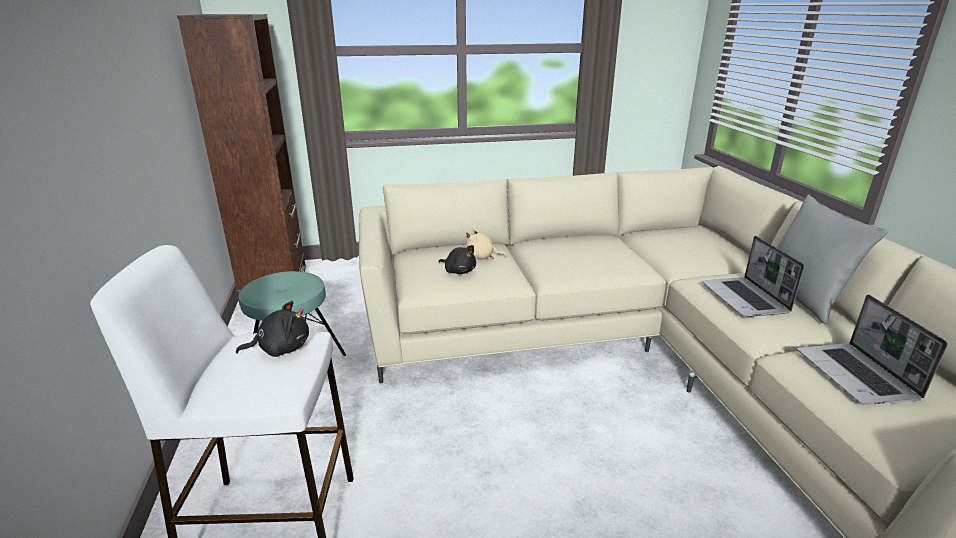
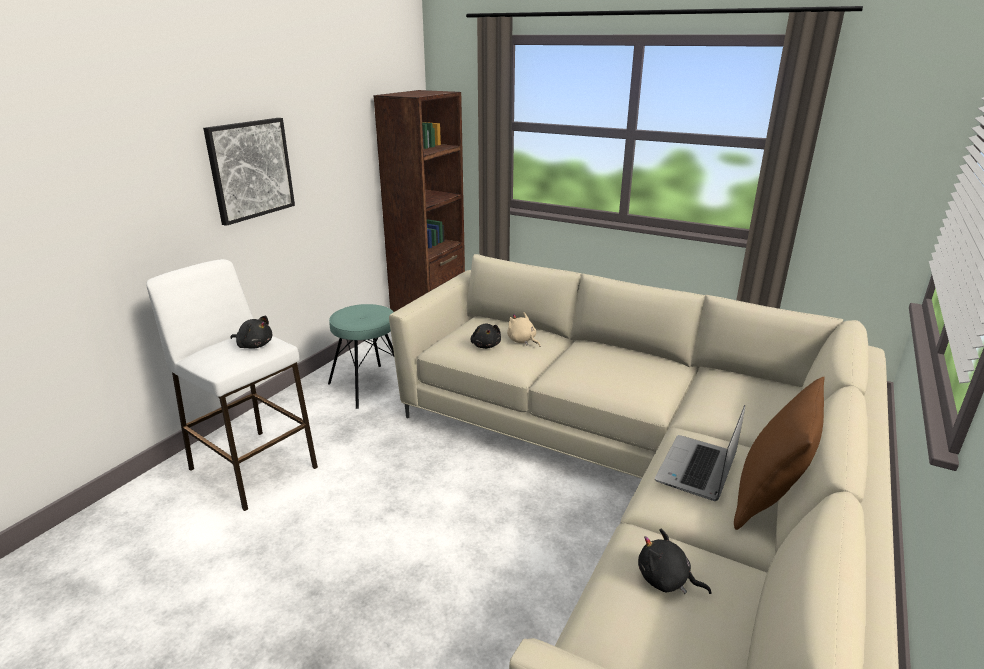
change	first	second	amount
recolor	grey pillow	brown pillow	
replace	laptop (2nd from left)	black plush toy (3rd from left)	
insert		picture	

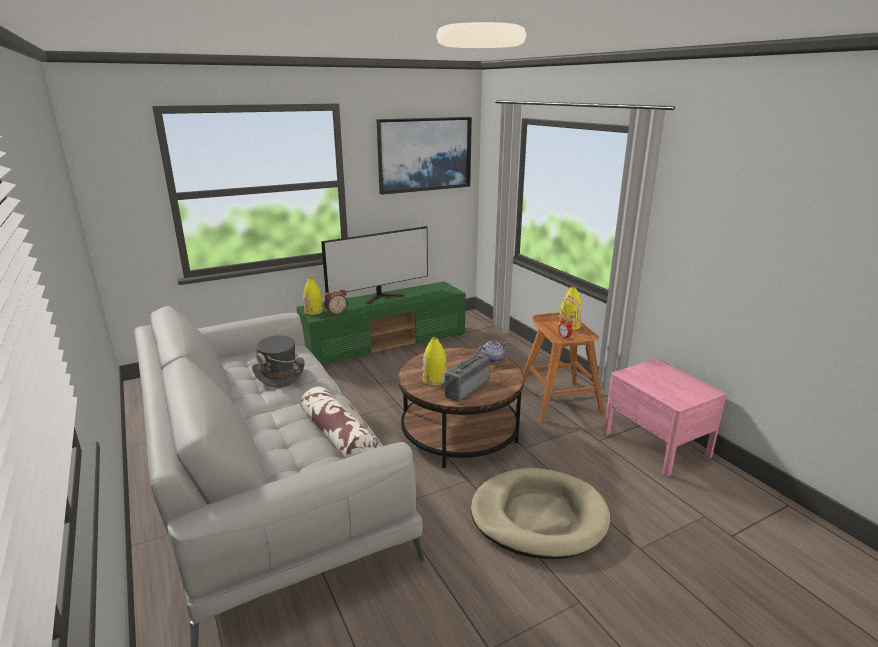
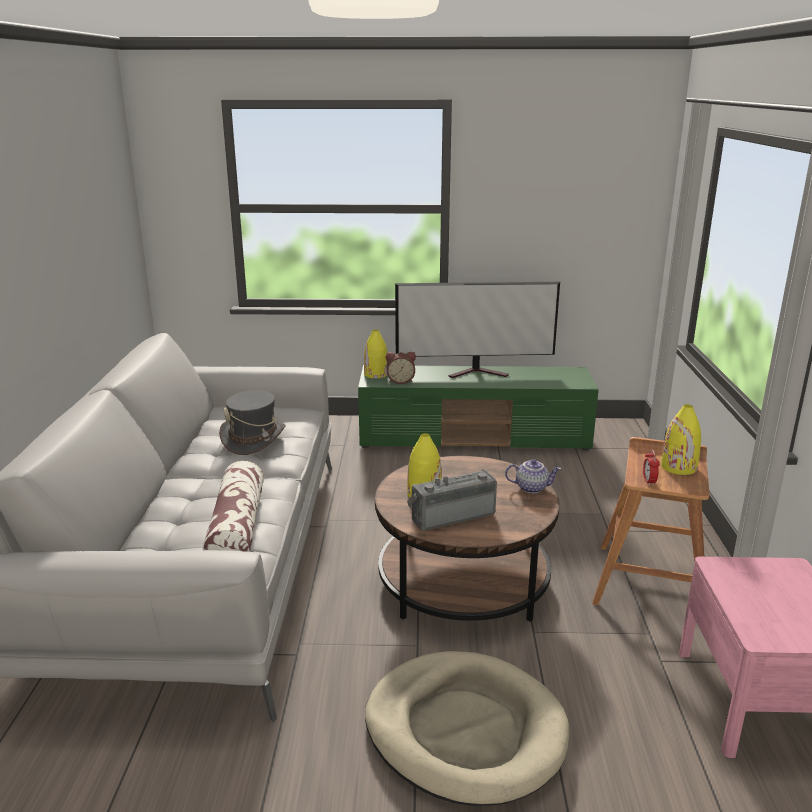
change	first	second	amount
delete	picture		

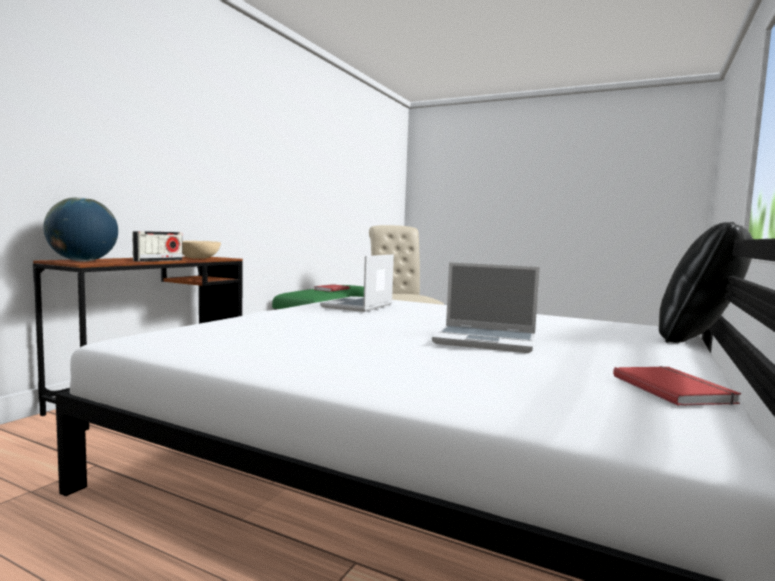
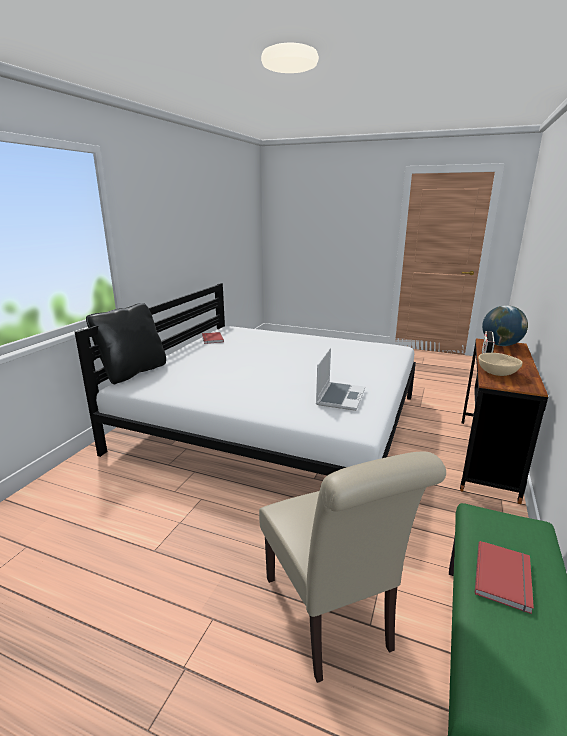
change	first	second	amount
delete	laptop (2nd from left)		

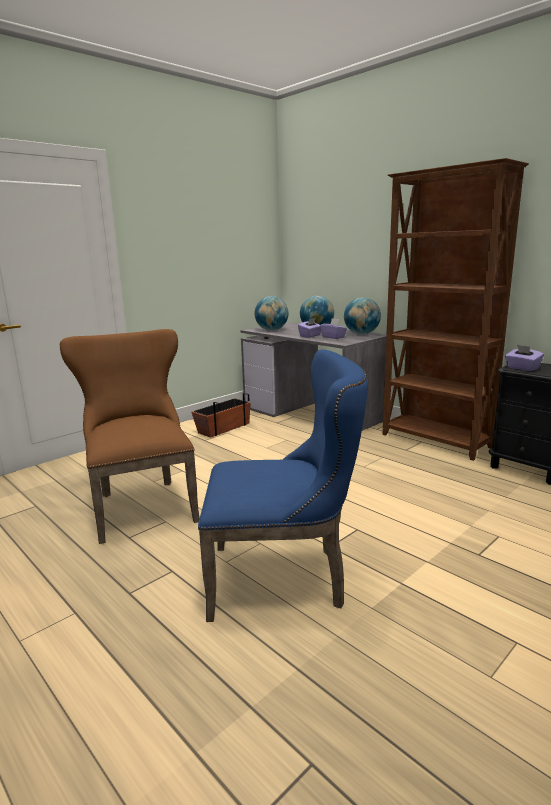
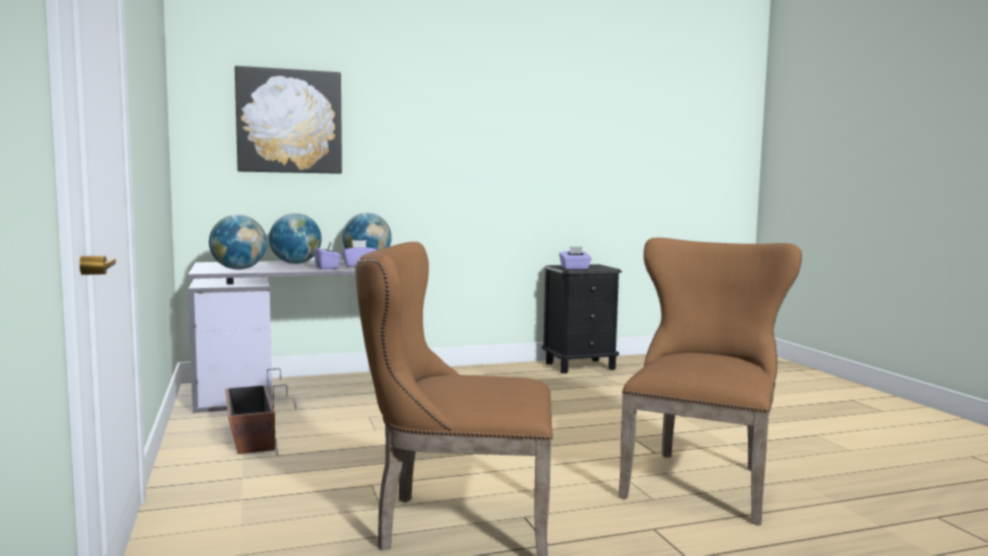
change	first	second	amount
recolor	blue chair	brown chair (2nd from left)	
delete	brown bookcase		
insert		picture	

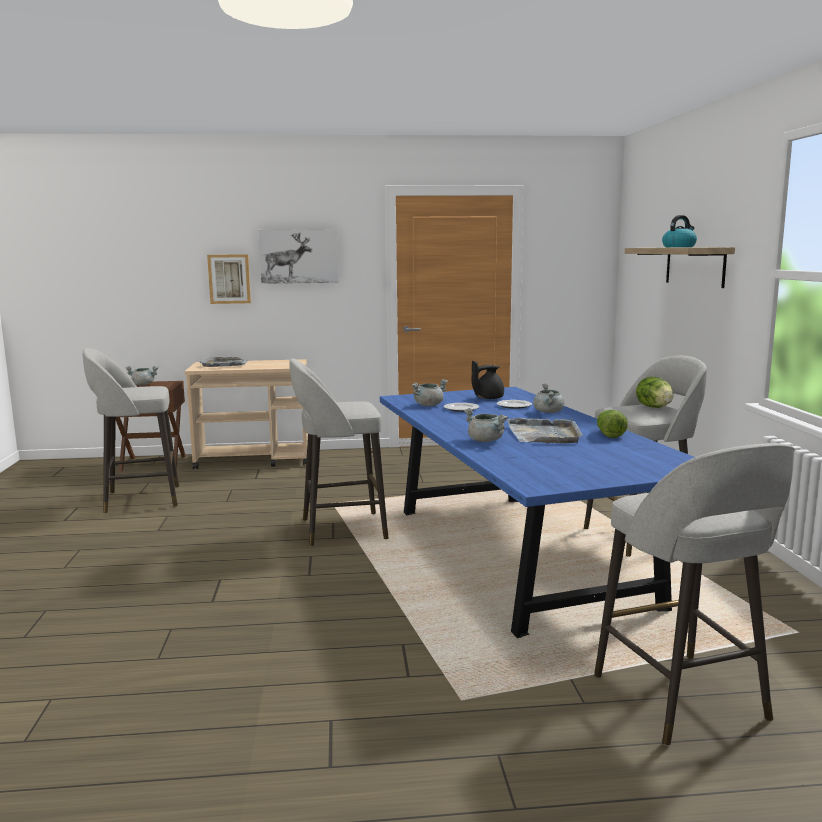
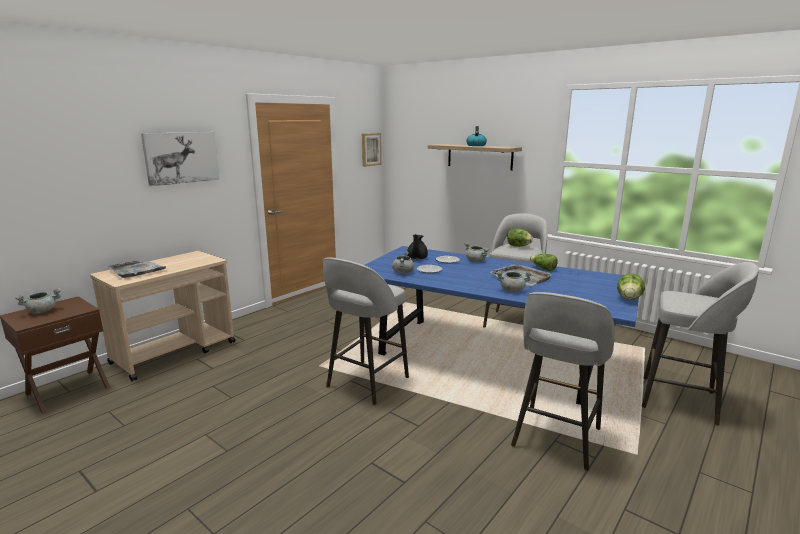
change	first	second	amount
move	grey stool (1st from left in the first image)	grey stool (3rd from left)	
move	picture (1st from left in the first image)	picture (2nd from left)	
insert		lettuce (3rd from left)	

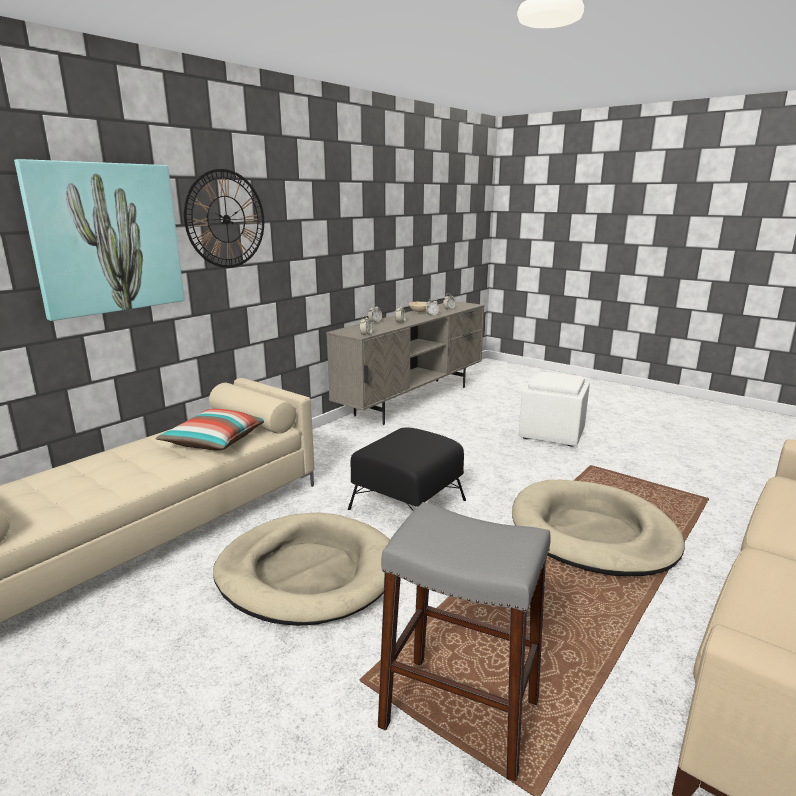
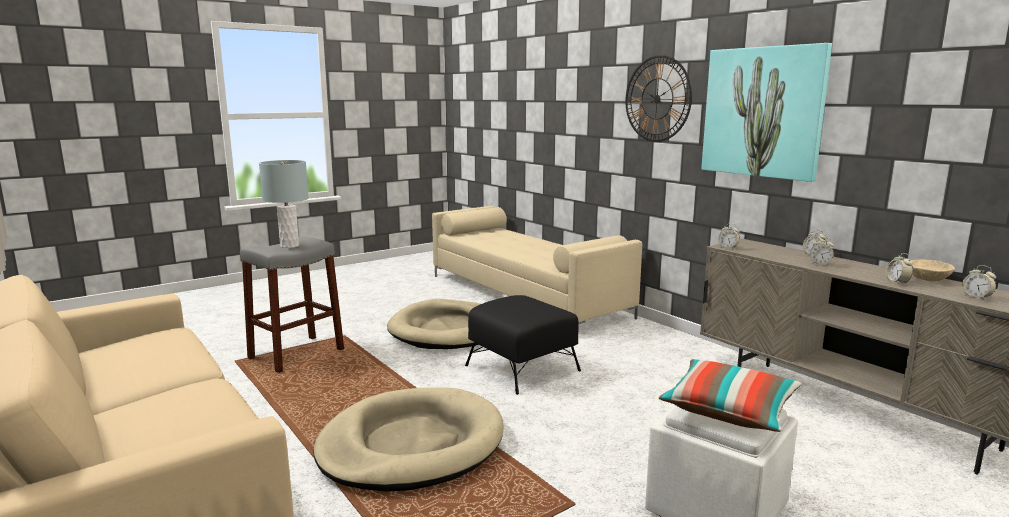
change	first	second	amount
move	picture		
move	pillow		
insert		grey table lamp	

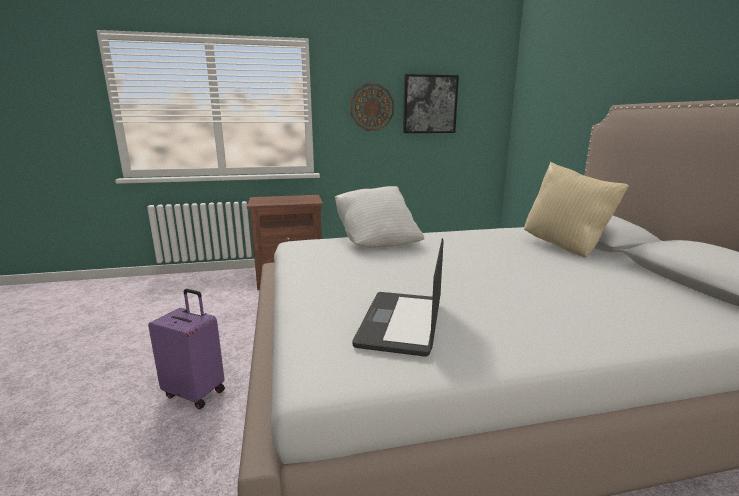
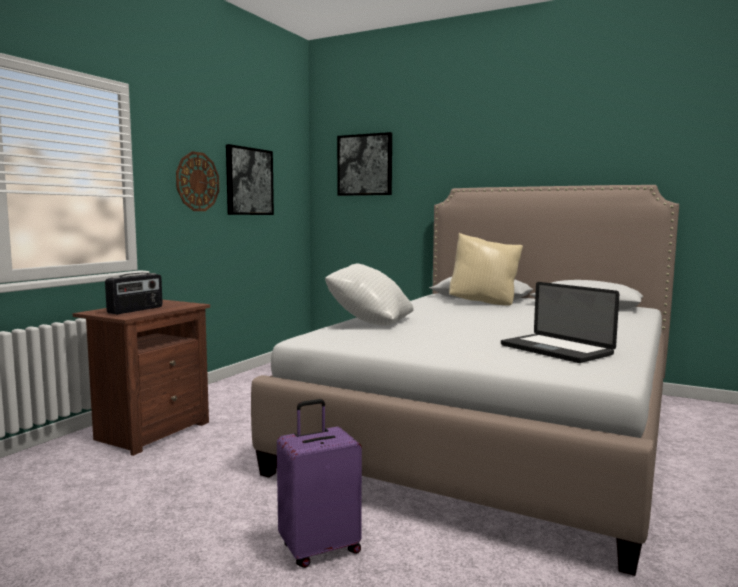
change	first	second	amount
insert		radio	
insert		picture (2nd from left)	

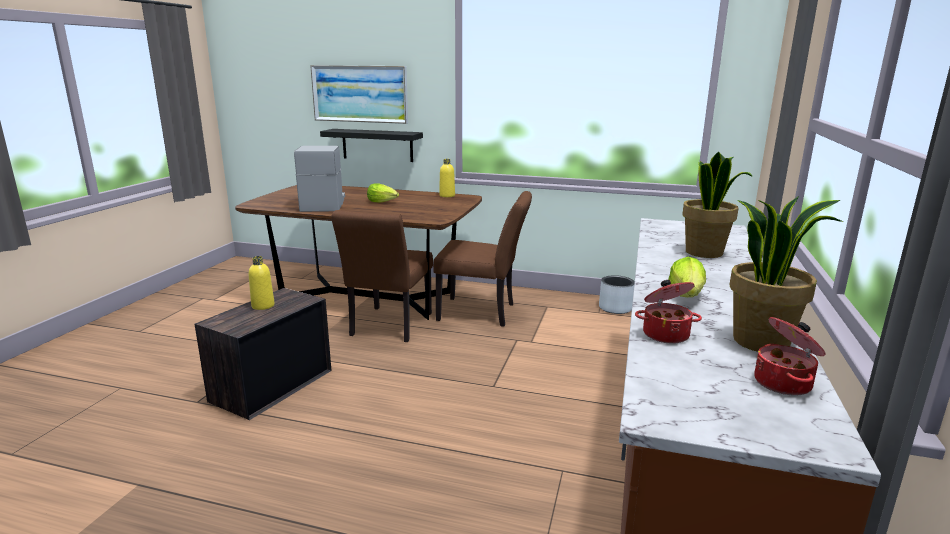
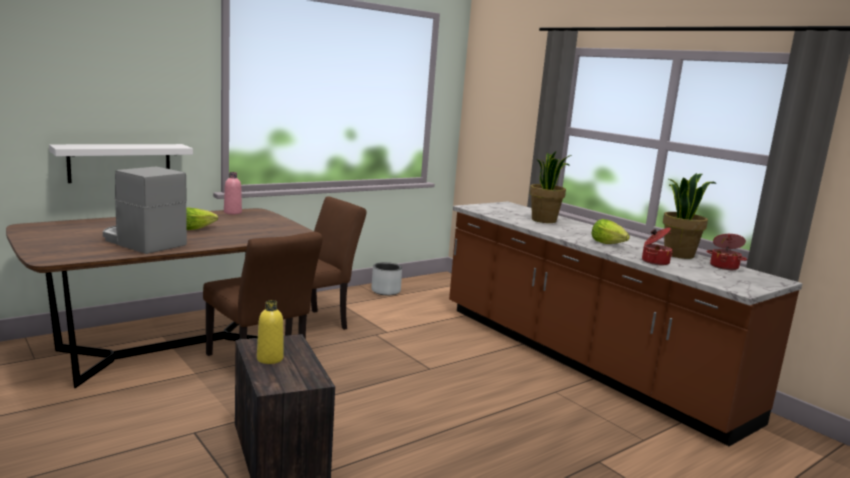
change	first	second	amount
delete	picture		
recolor	black shelf	white shelf	
recolor	yellow bottle (2nd from left)	pink bottle	

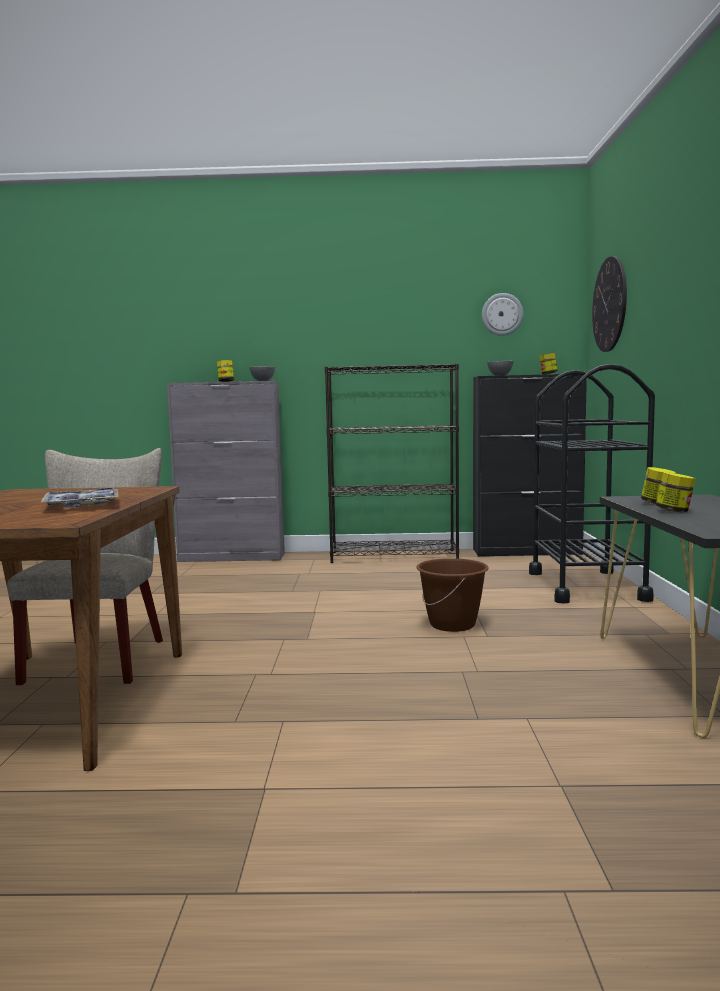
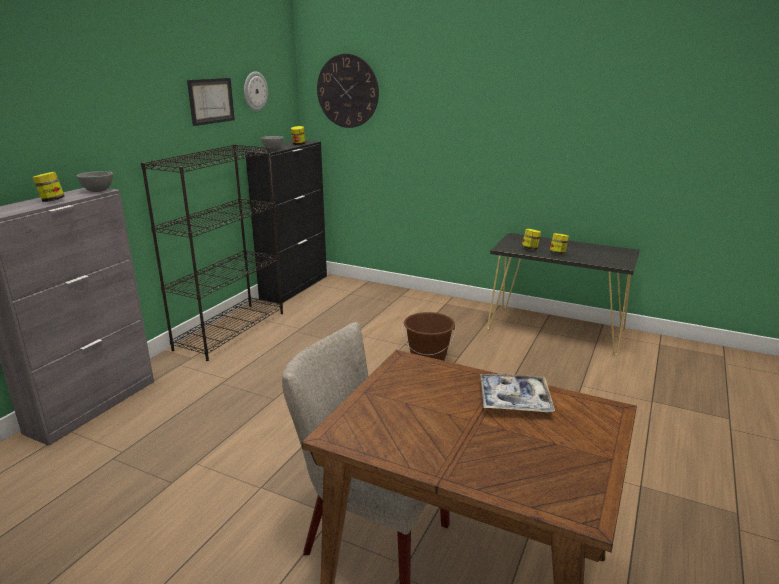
change	first	second	amount
delete	black cart		
insert		picture	

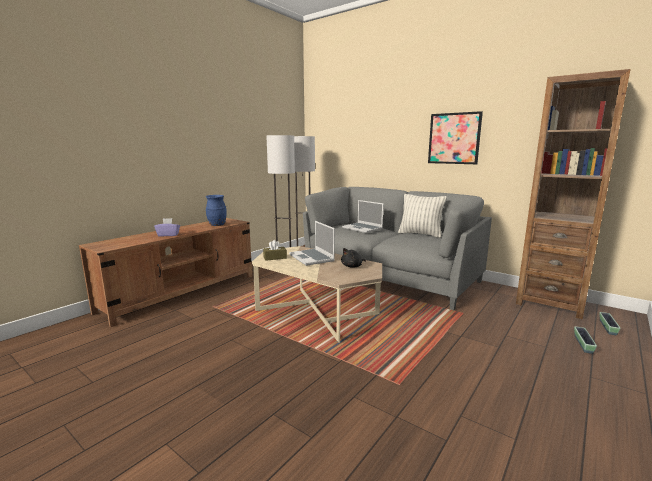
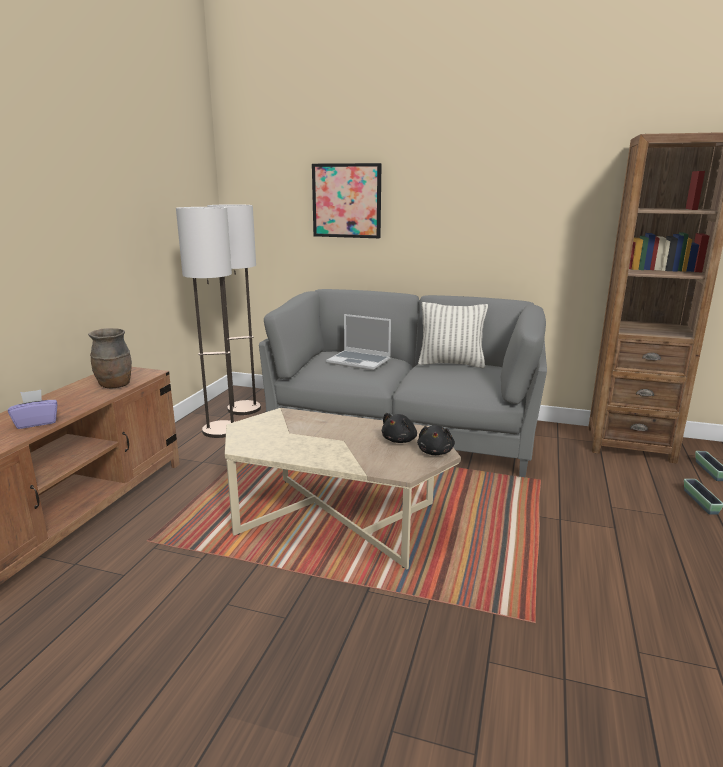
change	first	second	amount
recolor	blue vase	brown vase	
delete	brown tissue box		
delete	laptop (1st from left)		
move	picture		
insert		black plush toy (2nd from left)	

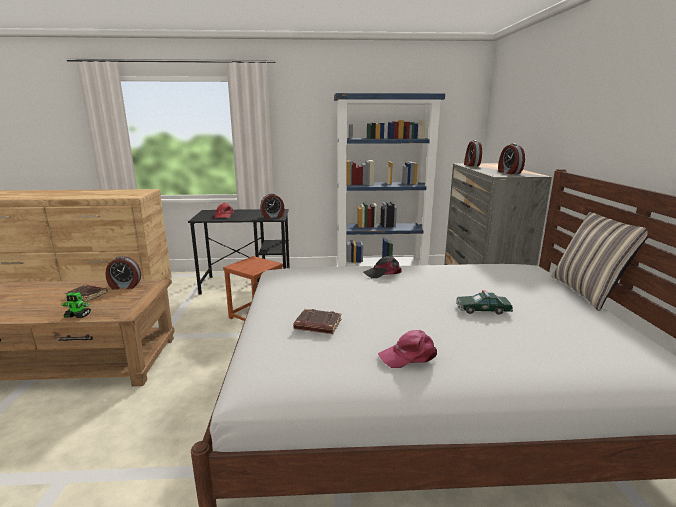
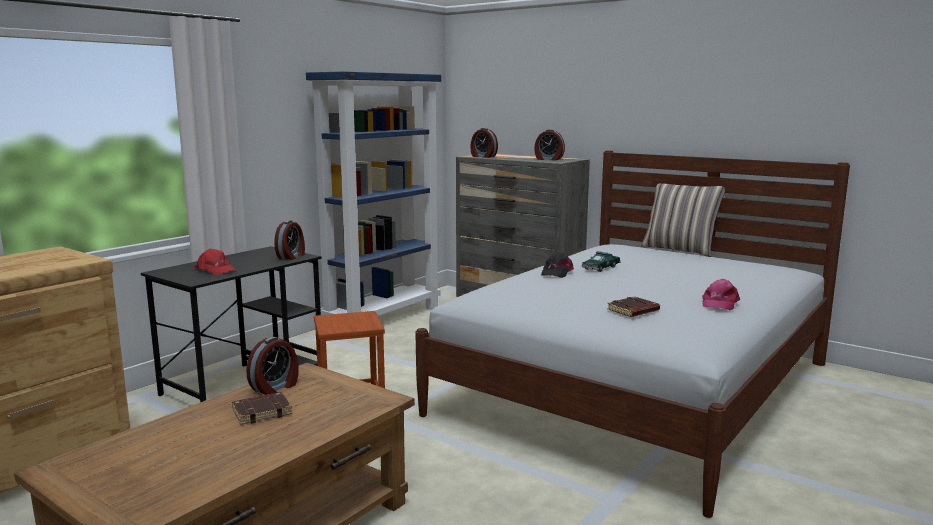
change	first	second	amount
delete	toy robot		
move	toy car		

